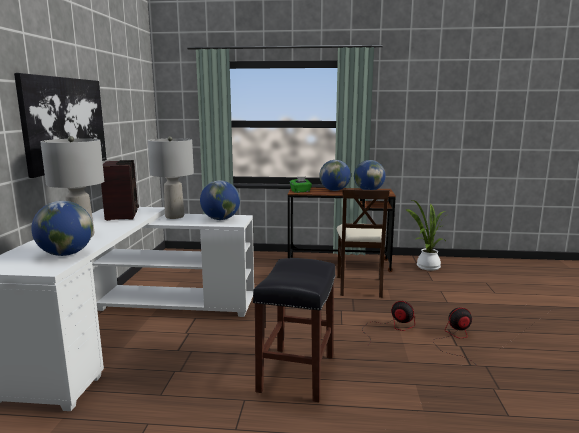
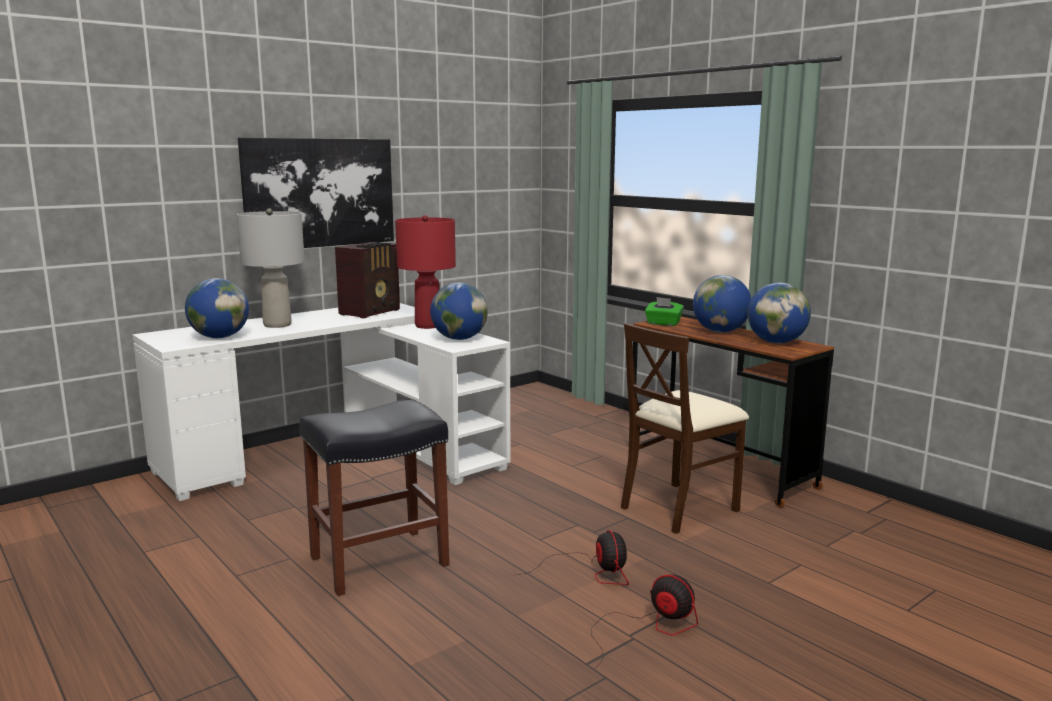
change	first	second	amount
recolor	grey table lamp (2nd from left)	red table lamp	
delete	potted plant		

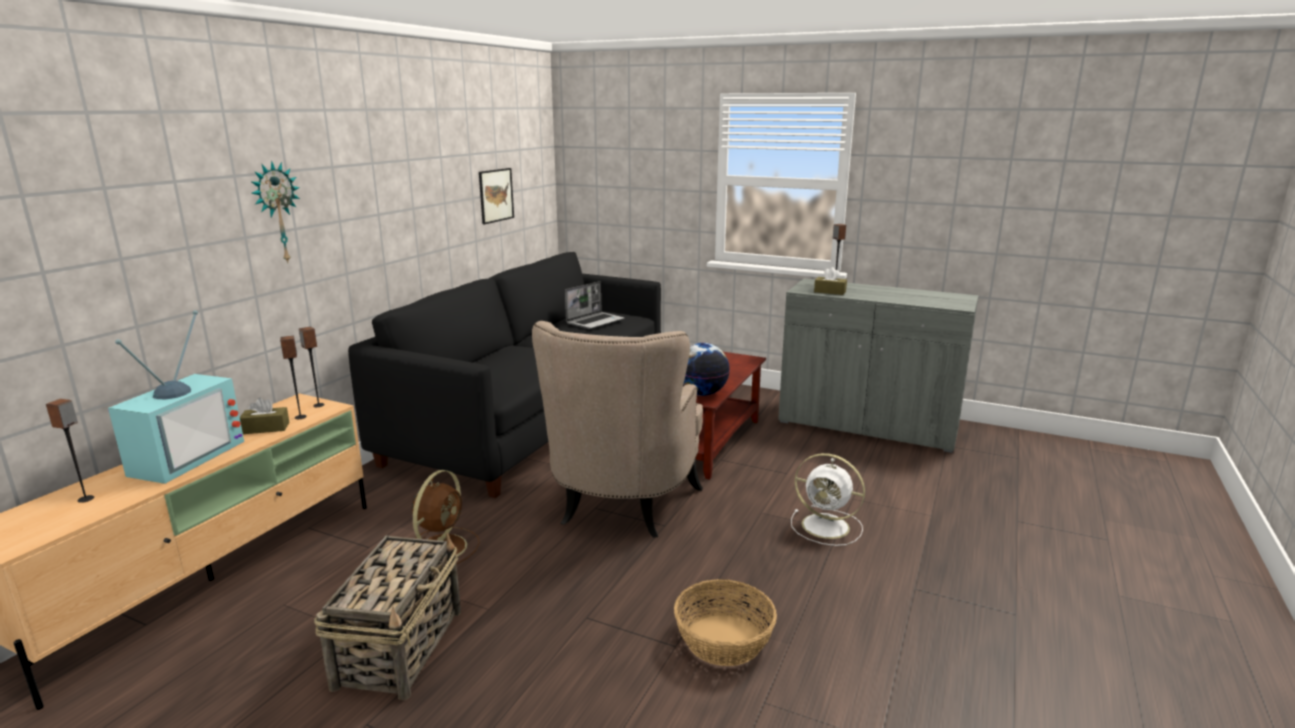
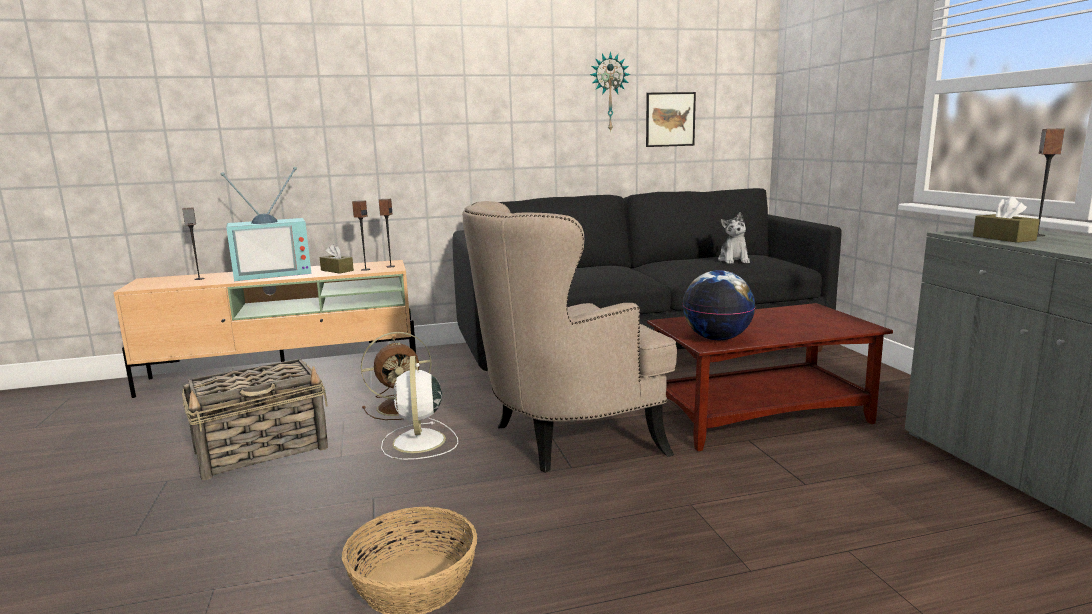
change	first	second	amount
move	wall clock		
replace	laptop	plush toy	
move	white fan		

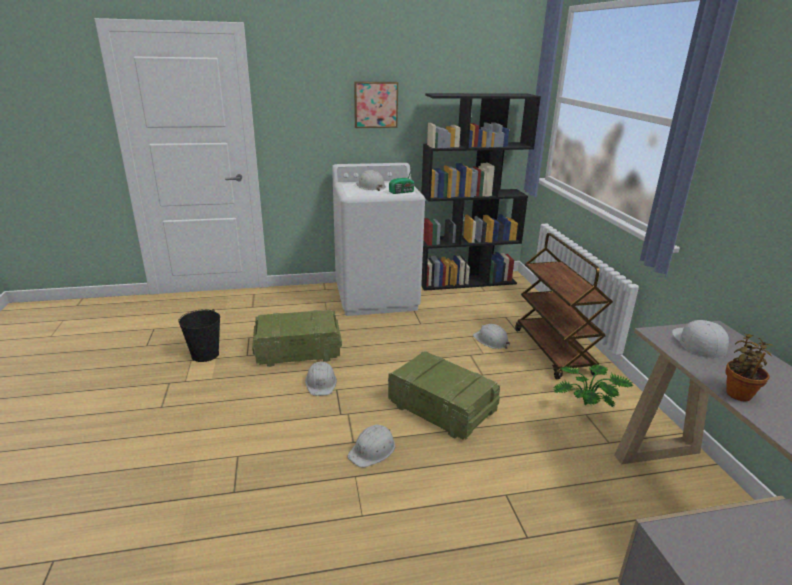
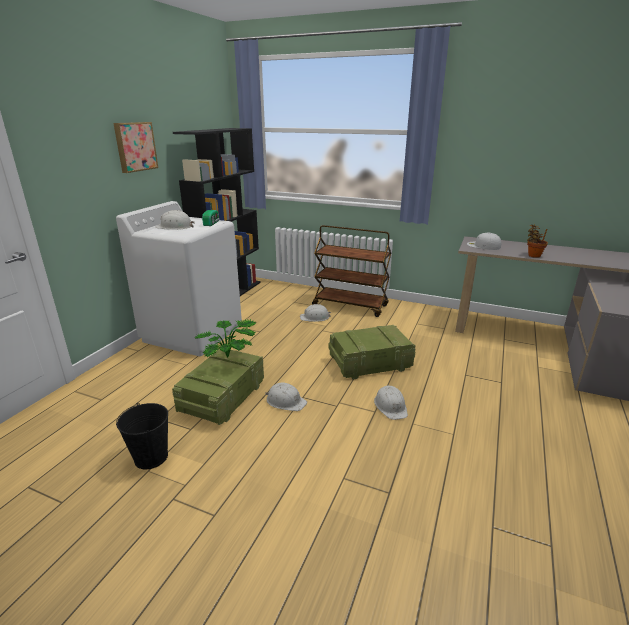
change	first	second	amount
move	potted plant (1st from left)		

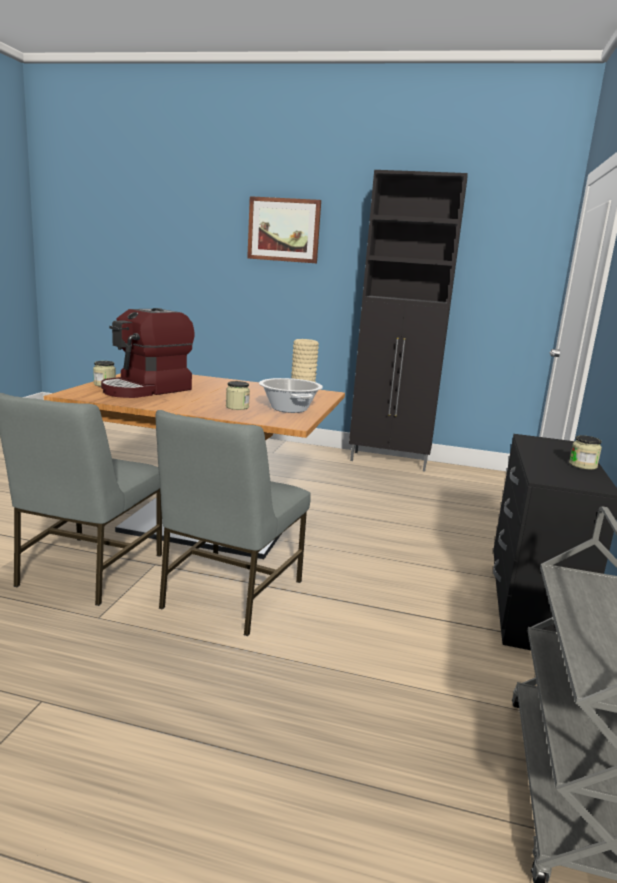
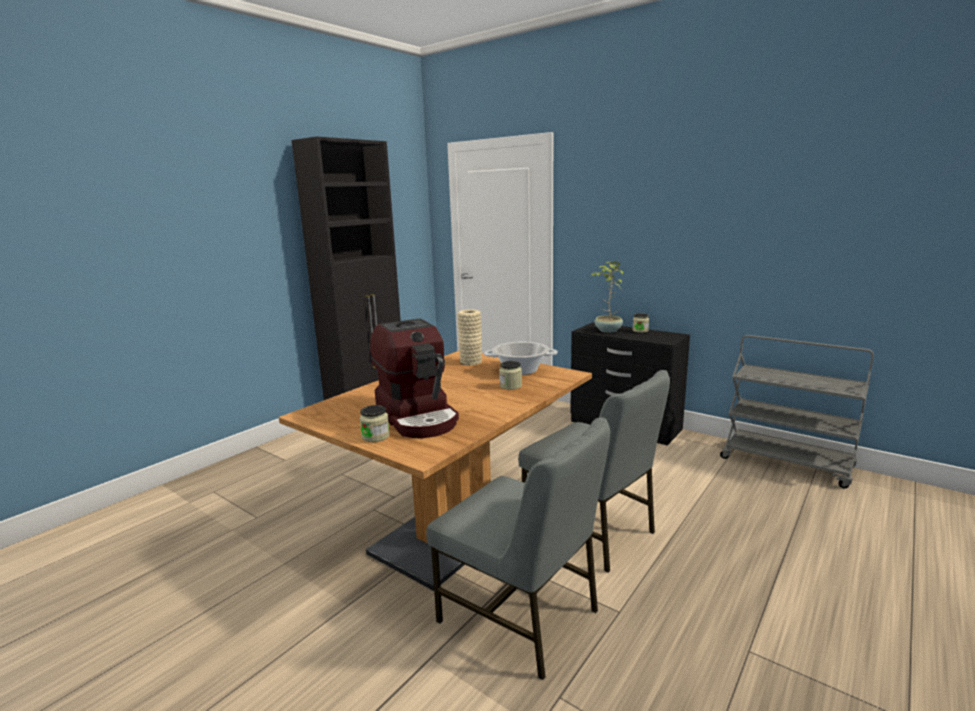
change	first	second	amount
delete	picture		
insert		potted plant	

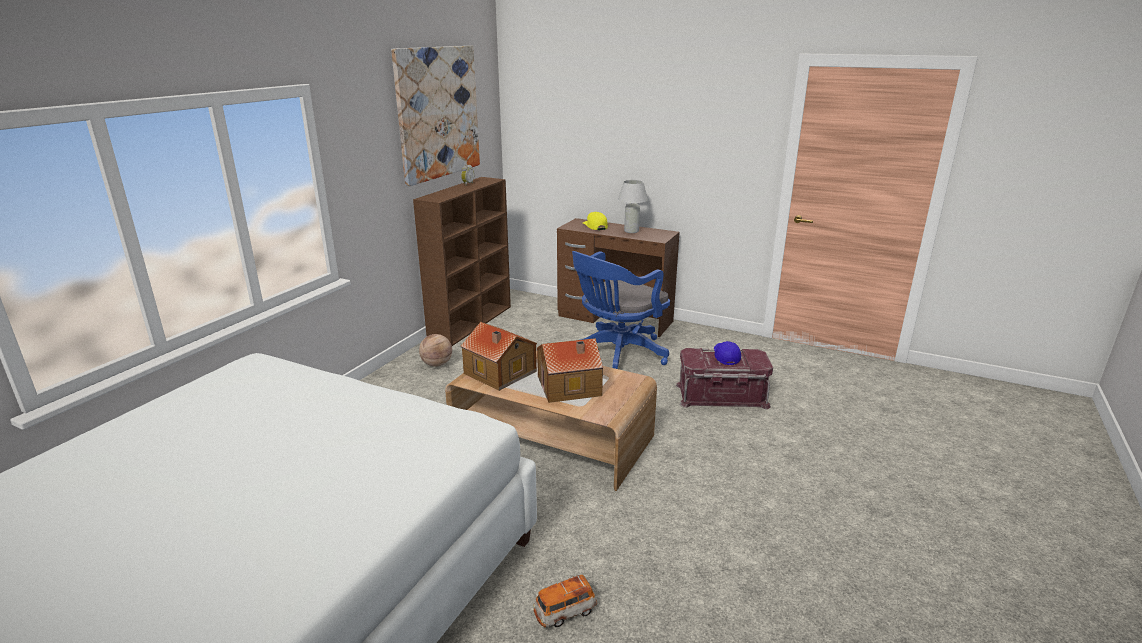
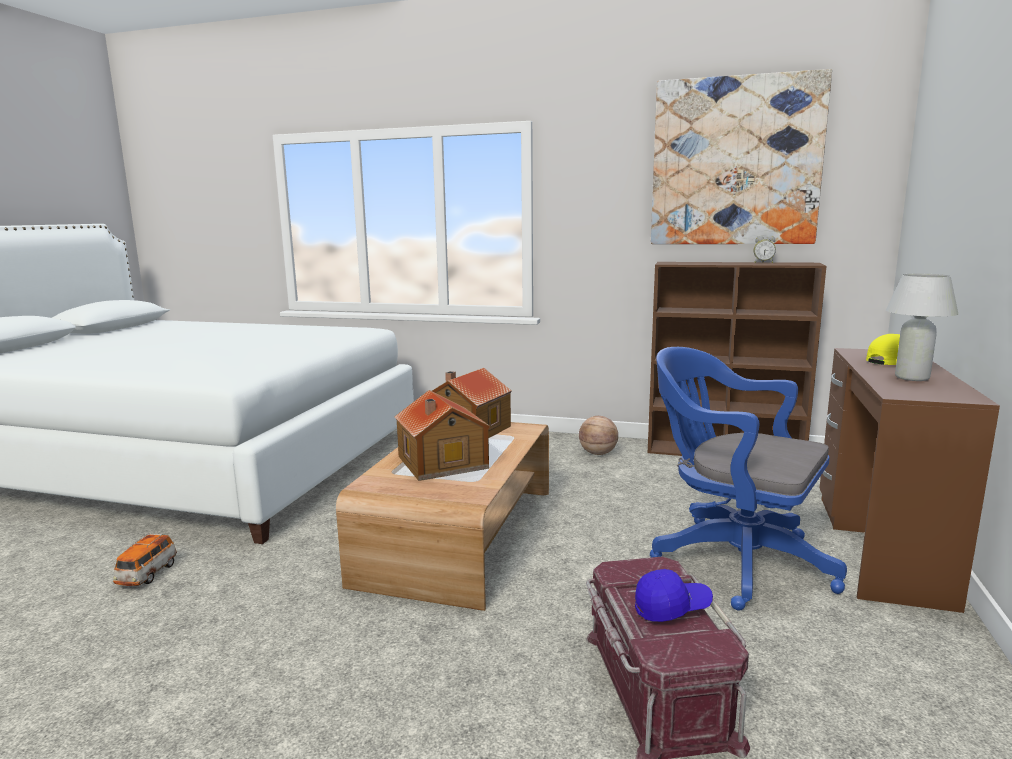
change	first	second	amount
rotate	toy car		135 degrees counterclockwise

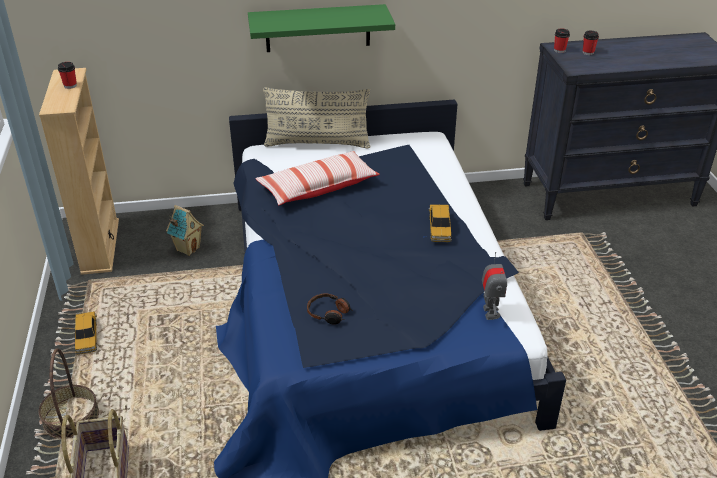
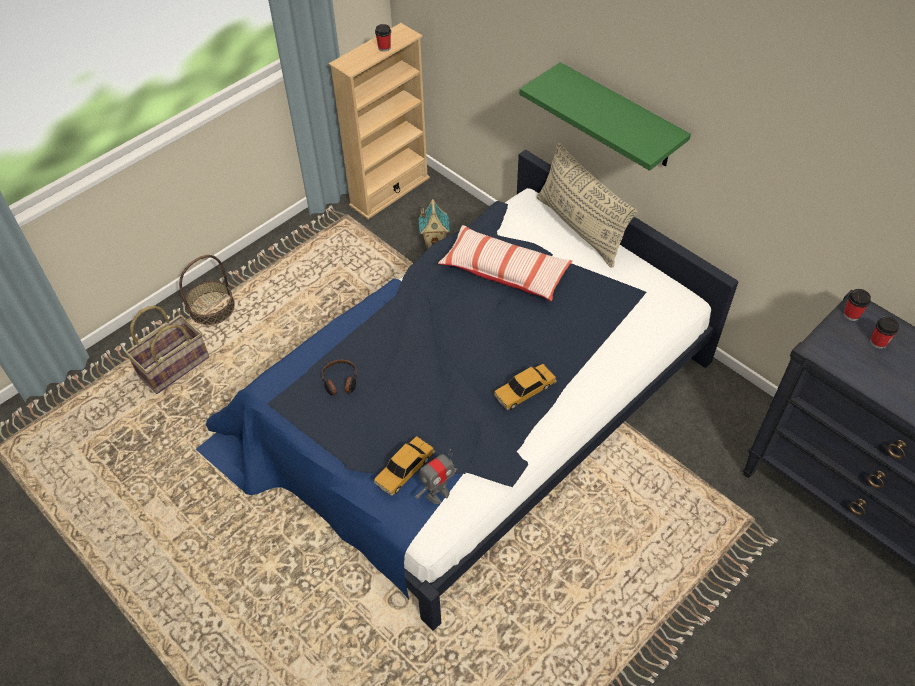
change	first	second	amount
move	toy car (1st from left)		

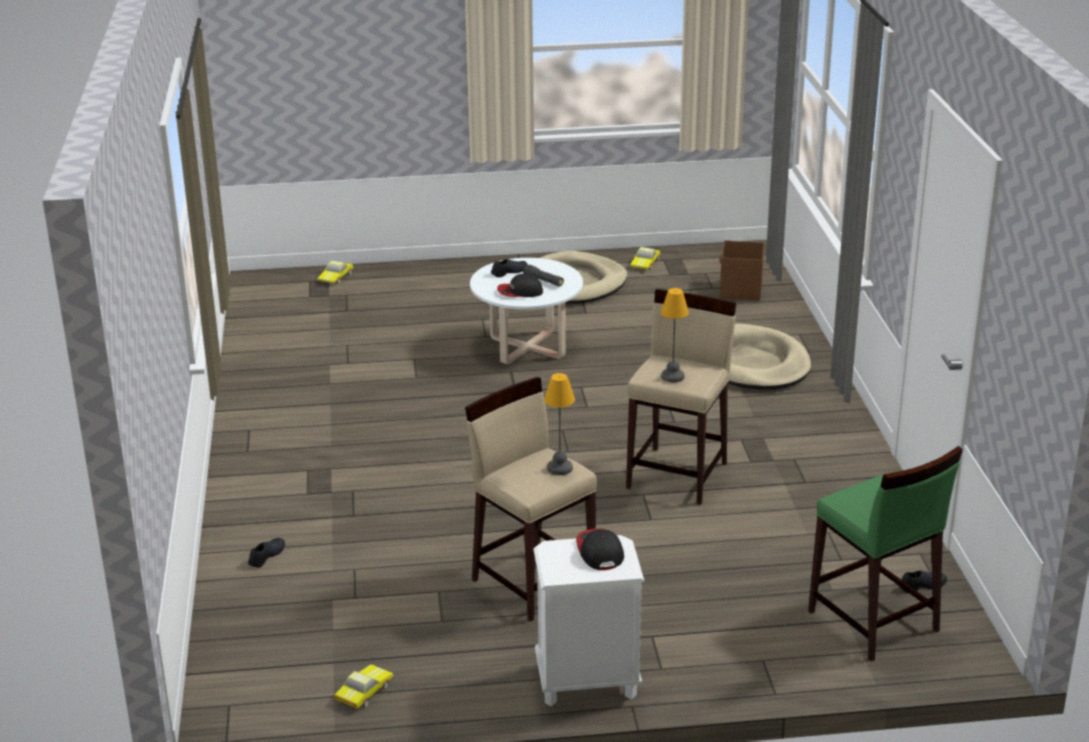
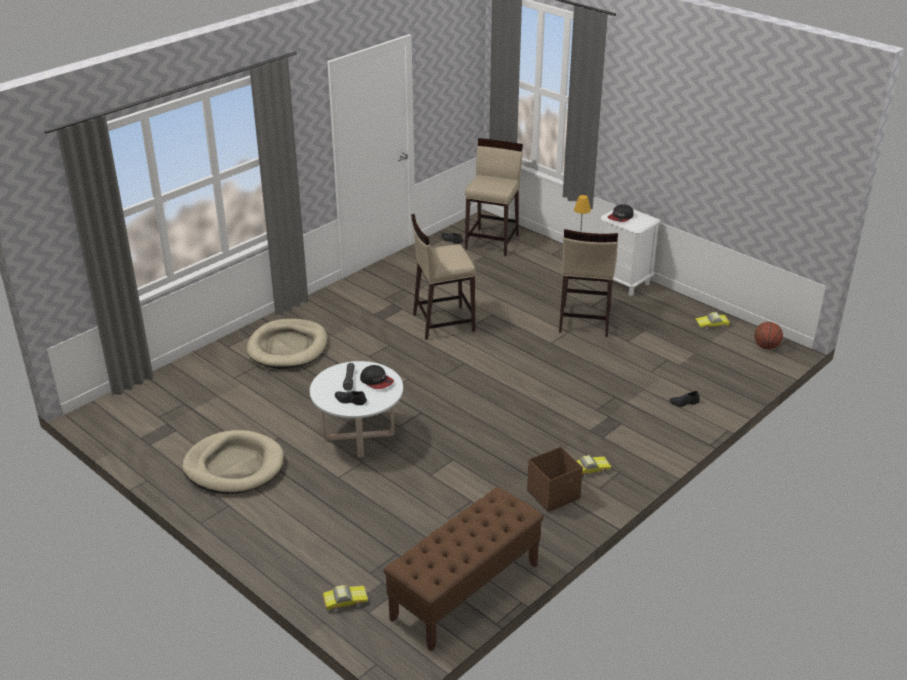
change	first	second	amount
move	toy car (3rd from left in the first image)	toy car (2nd from left)	
delete	table lamp (2nd from left)		
move	brown storage box		
recolor	green stool	beige stool (2nd from left)	
insert		brown bench	
insert		basketball	

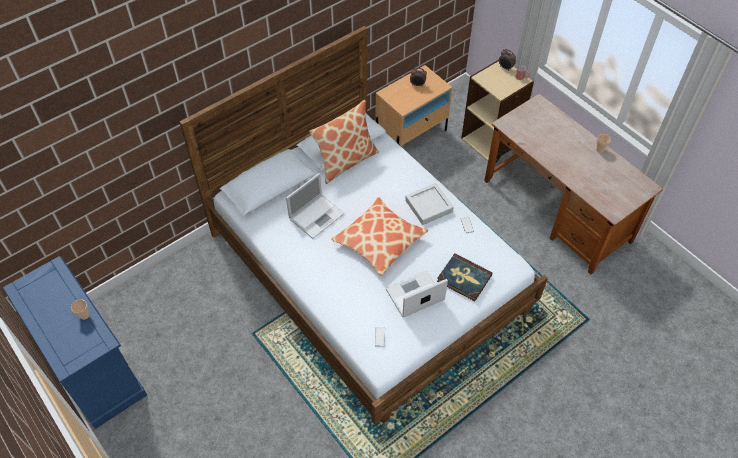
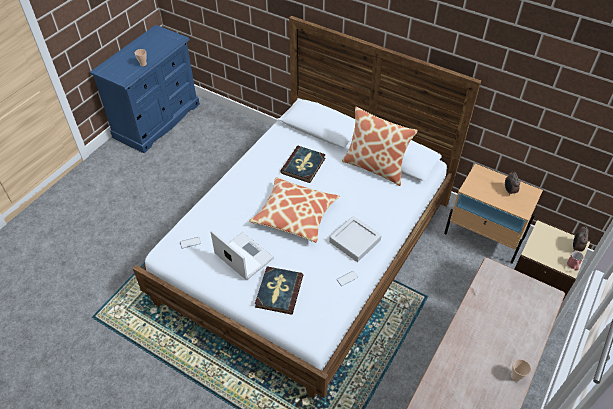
change	first	second	amount
replace	laptop (1st from left)	book (2nd from left)	

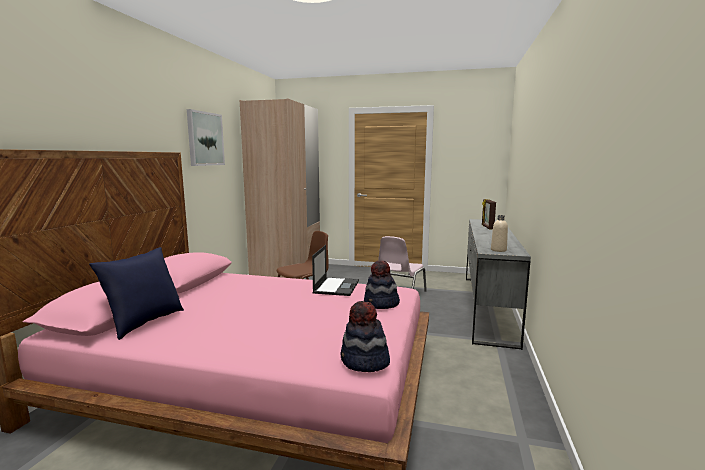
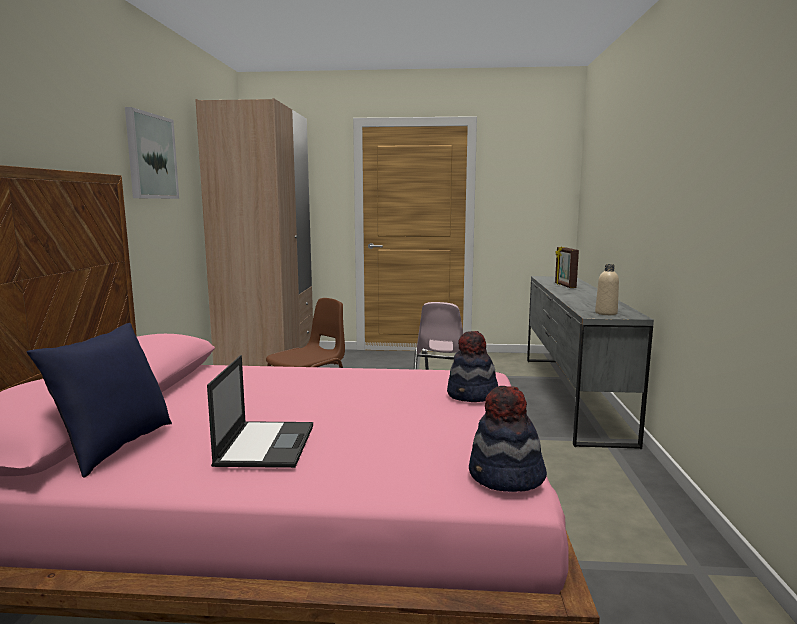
change	first	second	amount
move	laptop		

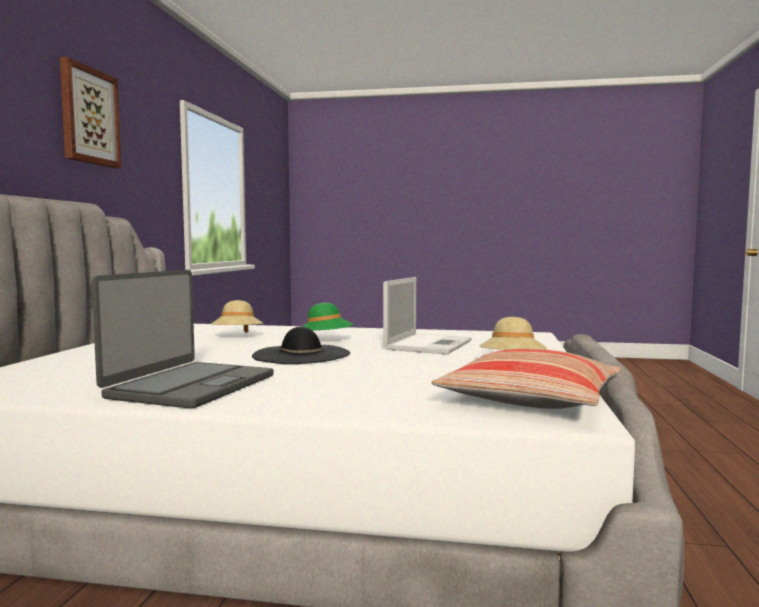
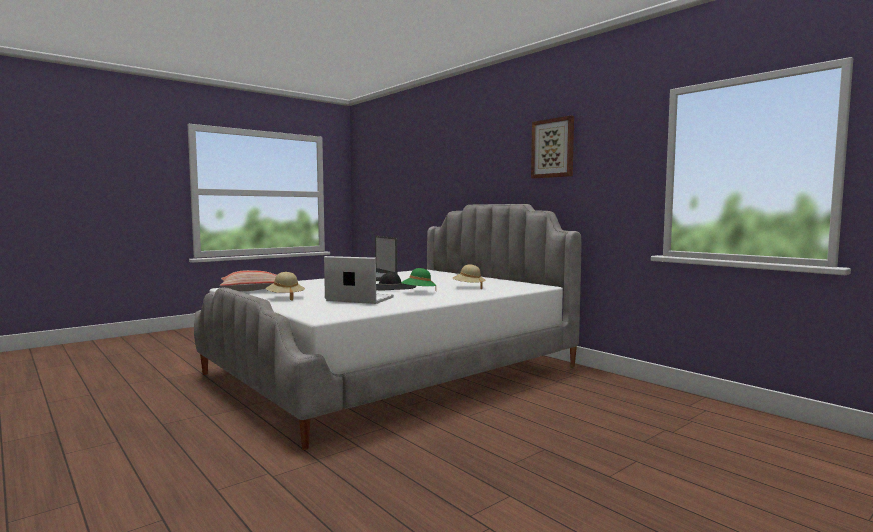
change	first	second	amount
rotate	laptop (2nd from left in the first image)	laptop (1st from left)	135 degrees clockwise

